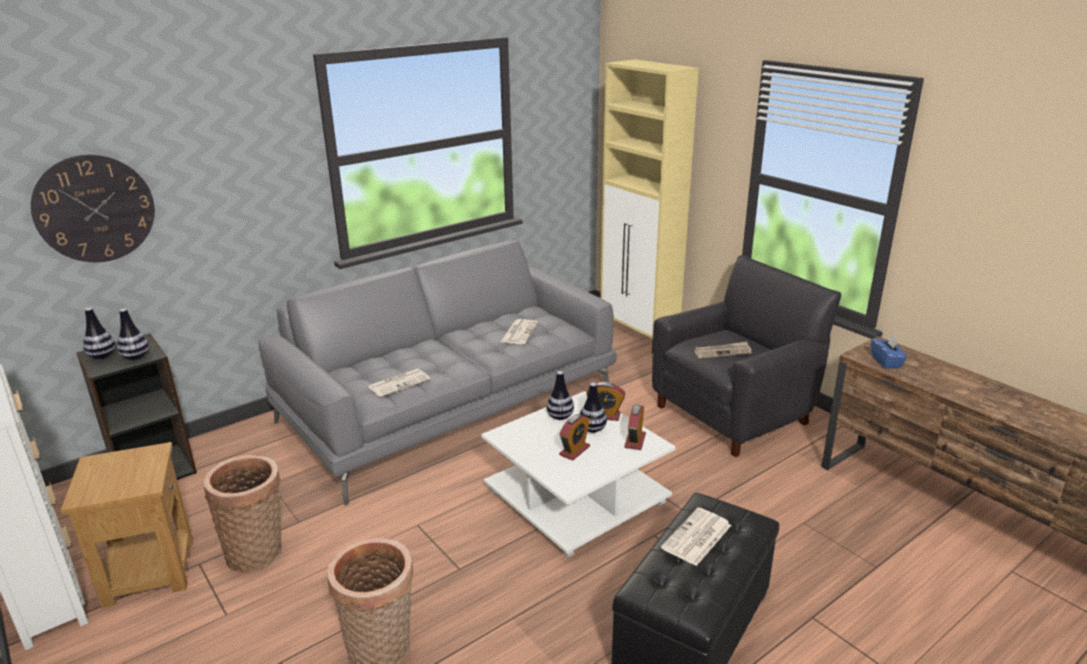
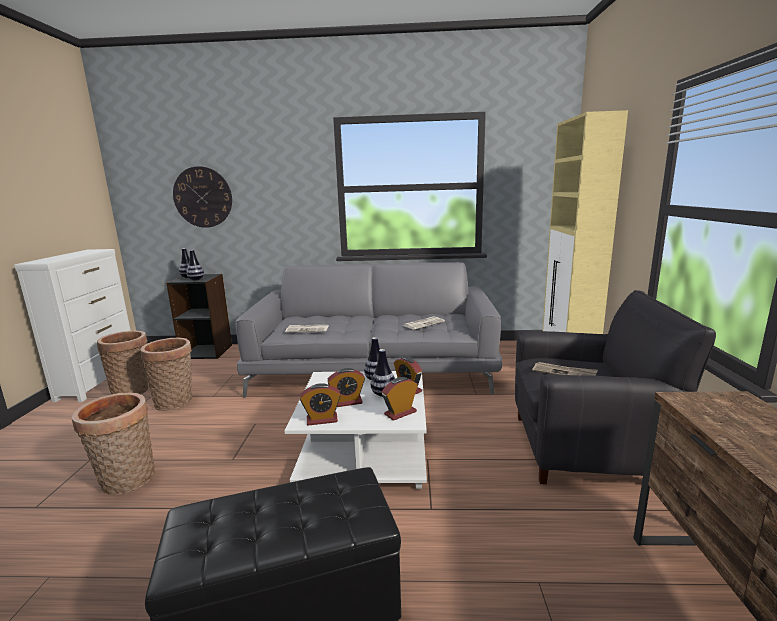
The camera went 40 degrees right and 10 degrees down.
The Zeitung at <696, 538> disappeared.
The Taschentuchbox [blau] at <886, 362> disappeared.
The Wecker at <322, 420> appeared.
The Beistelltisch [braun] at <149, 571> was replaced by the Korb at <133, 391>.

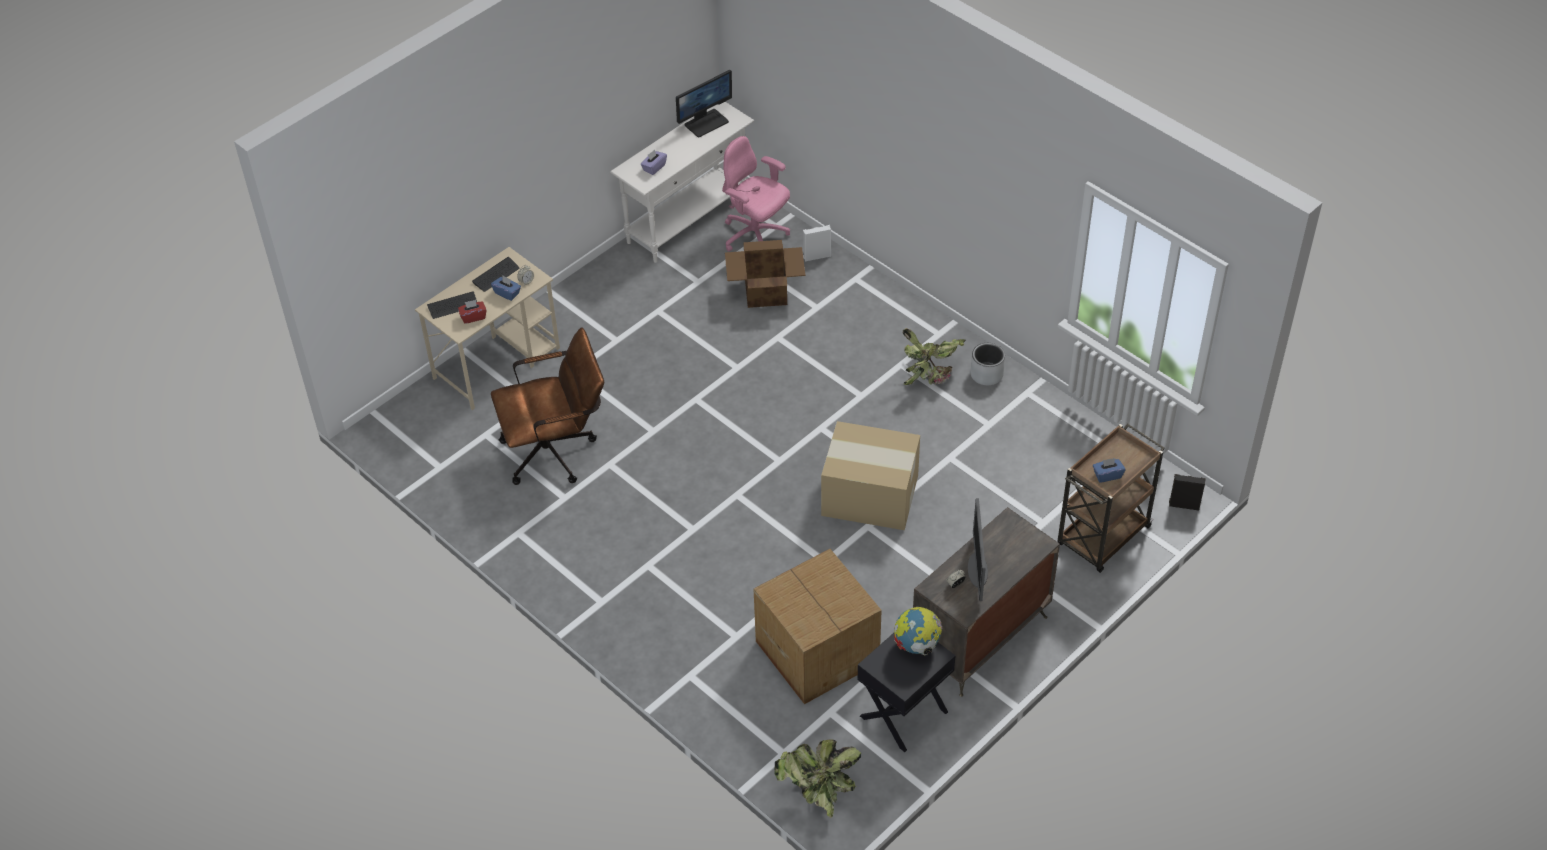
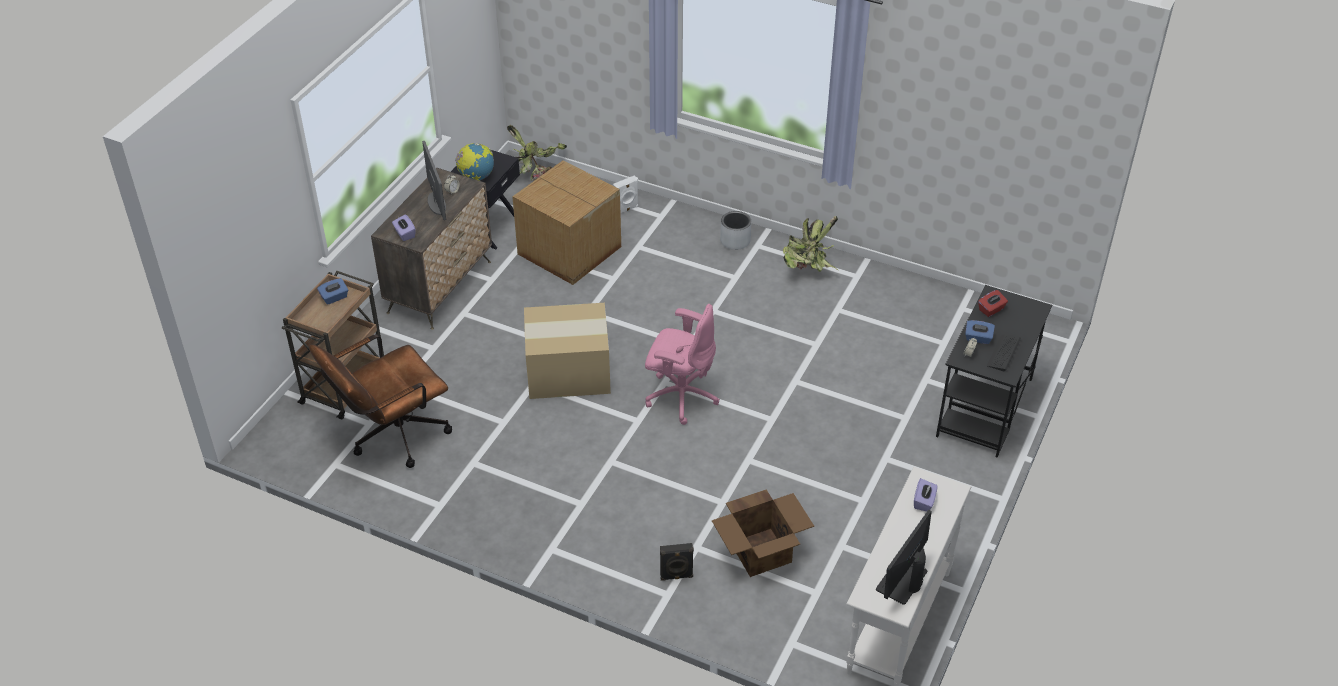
The camera went 160 degrees right and 5 degrees down.
The Tastatur at <453, 306> disappeared.
The Taschentuchbox [lila] at <404, 234> appeared.
The Bürostuhl [braun] moved from <557, 451> to <391, 436>.
The Bürostuhl [rosa] moved from <755, 236> to <680, 396>.
The Lautsprecher [weiß] moved from <816, 256> to <626, 209>.
The Topfpflanze moved from <930, 373> to <807, 270>.
The Pflanzkübel [grau] moved from <987, 374> to <735, 241>.
The Lautsprecher [schwarz] moved from <1184, 504> to <676, 576>.
The Schreibtisch [beige] at <497, 362> became the Schreibtisch [schwarz] at <984, 408>.

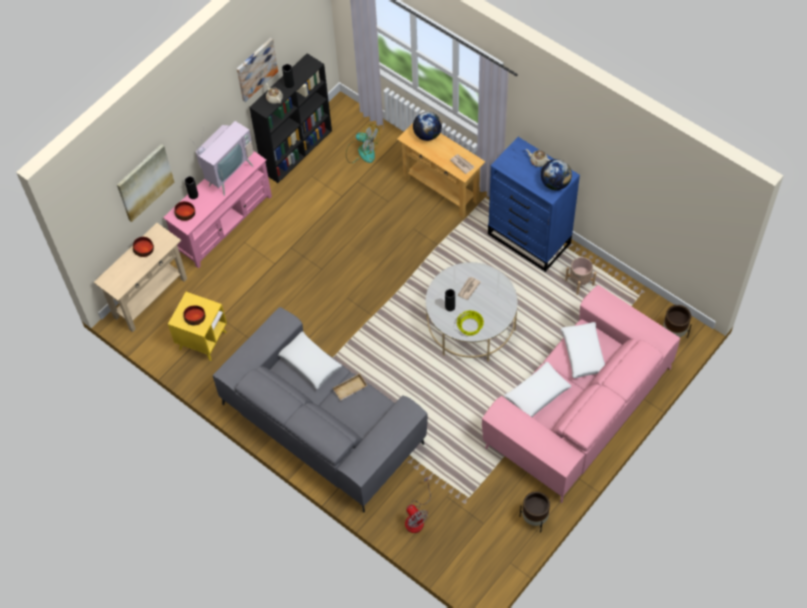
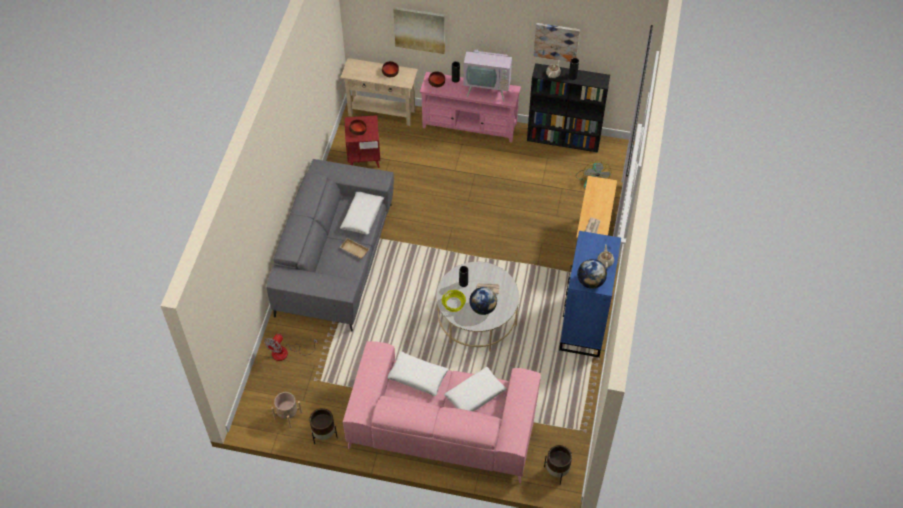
The camera went 60 degrees right and 5 degrees down.
The Globus moved from <427, 134> to <483, 308>.
The Pflanzkübel [beige] moved from <579, 282> to <288, 415>.
The Beistelltisch [gelb] at <203, 340> became the Beistelltisch [rot] at <364, 158>.

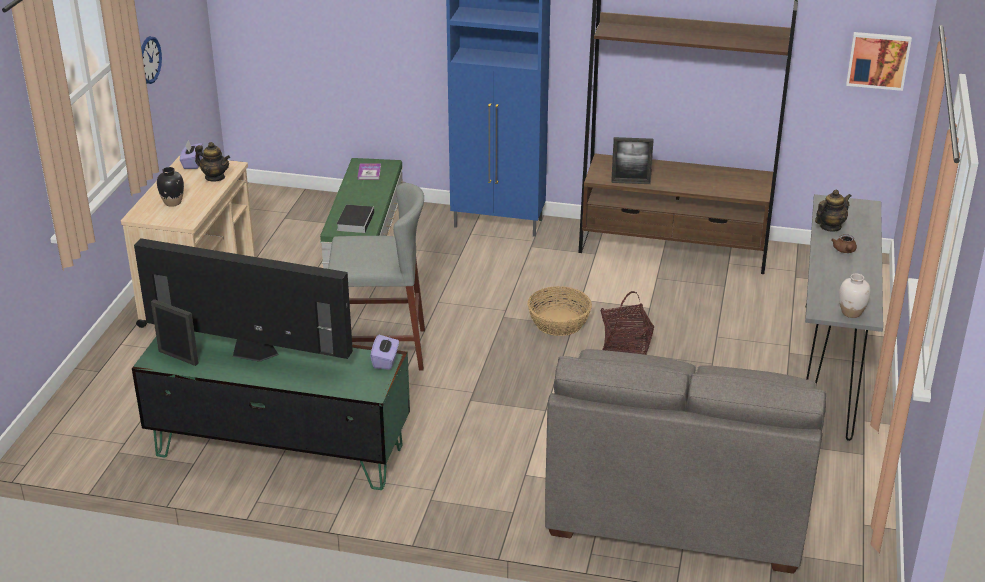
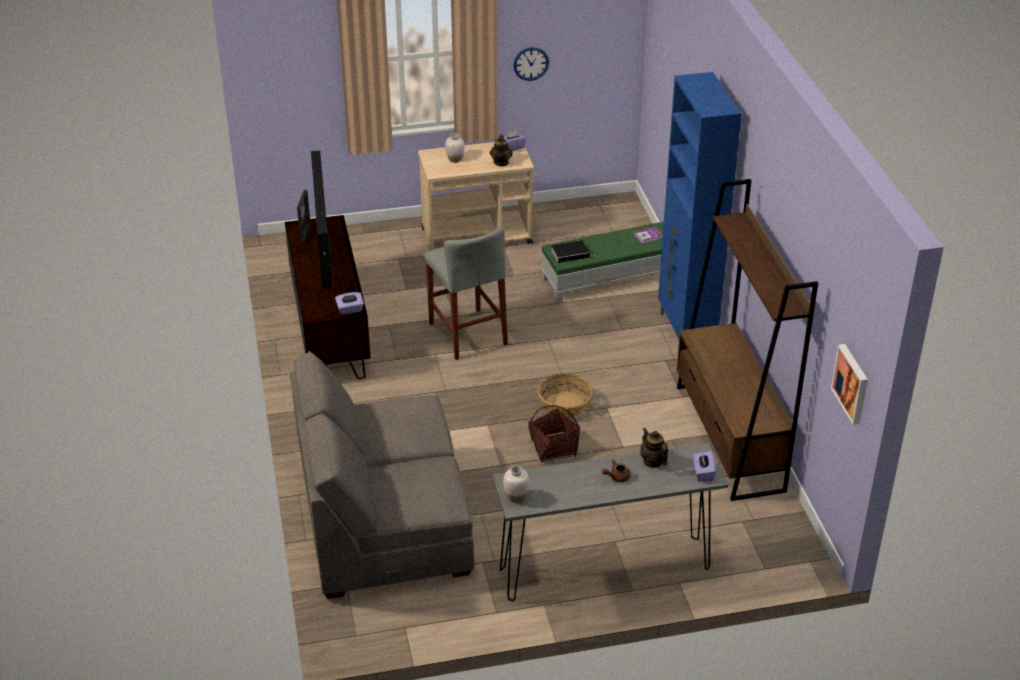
The camera went 65 degrees right and 5 degrees up.
The Bilderrahmen at <630, 182> disappeared.
The Taschentuchbox [lila] at <703, 473> appeared.
The Fernsehschrank [grün] at <279, 449> became the Fernsehschrank [braun] at <330, 330>.
The Vase [schwarz] at <173, 202> became the Vase [weiß] at <455, 159>.
The Teekanne at <830, 227> turned 150 degrees counterclockwise.

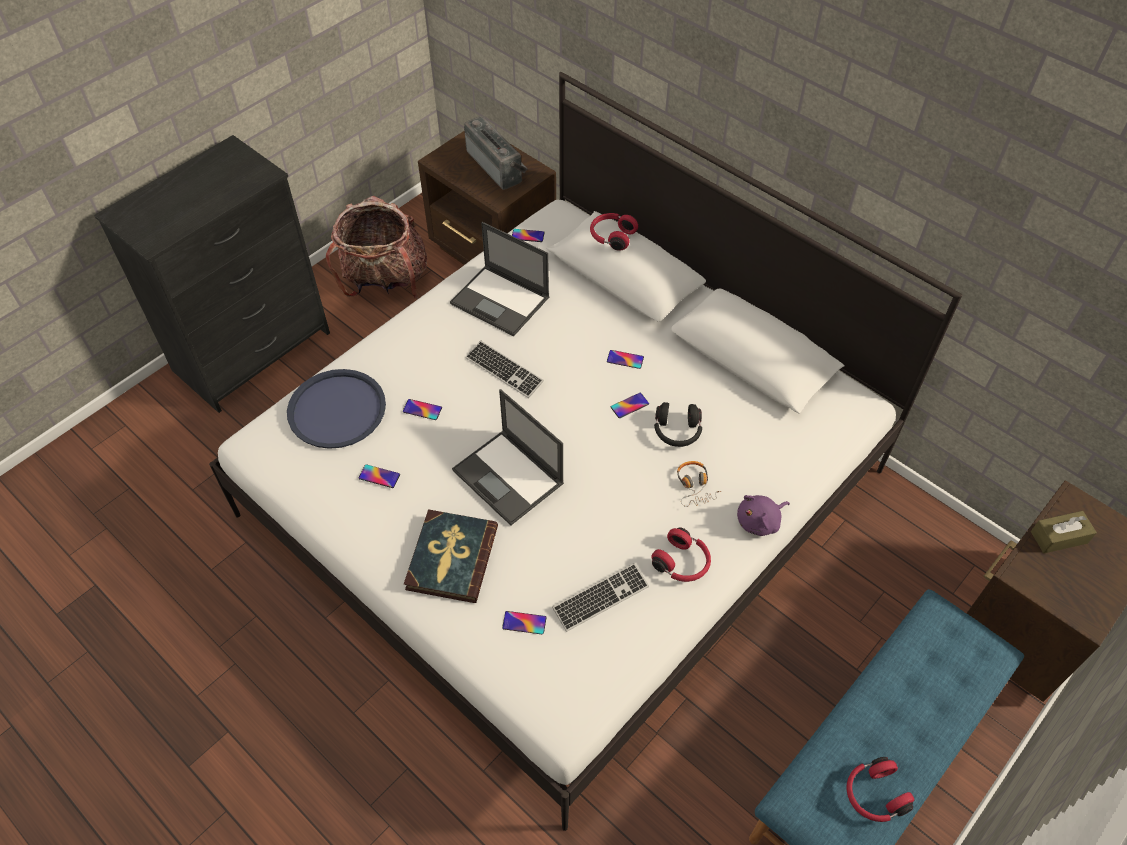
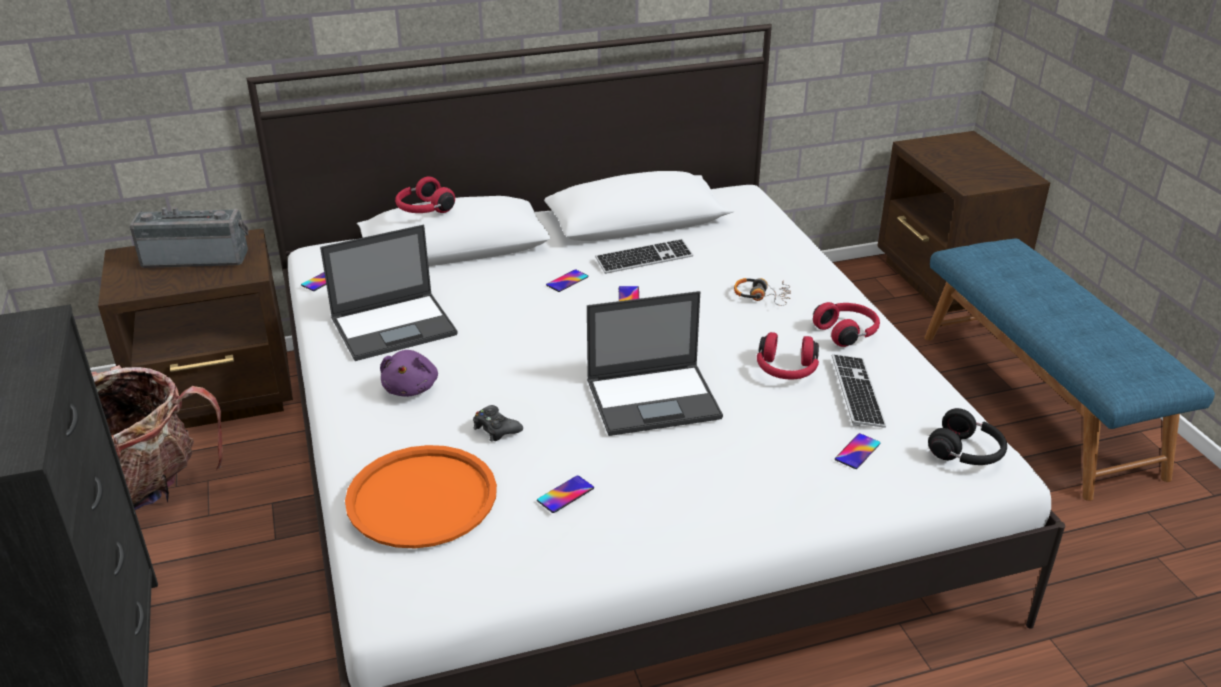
The camera went 60 degrees left and 20 degrees down.
The Buch at <451, 558> disappeared.
The Taschentuchbox [braun] at <1059, 537> disappeared.
The Tastatur moved from <504, 370> to <644, 259>.
The Kopfhörer [schwarz] moved from <677, 432> to <967, 453>.
The Plüschtier [lila] moved from <760, 521> to <411, 388>.
The Kopfhörer [rot] moved from <873, 795> to <786, 370>.
The Handy at <422, 410> was replaced by the Gamepad [schwarz] at <496, 428>.
The Tablett [blau] at <337, 410> became the Tablett [orange] at <422, 498>.

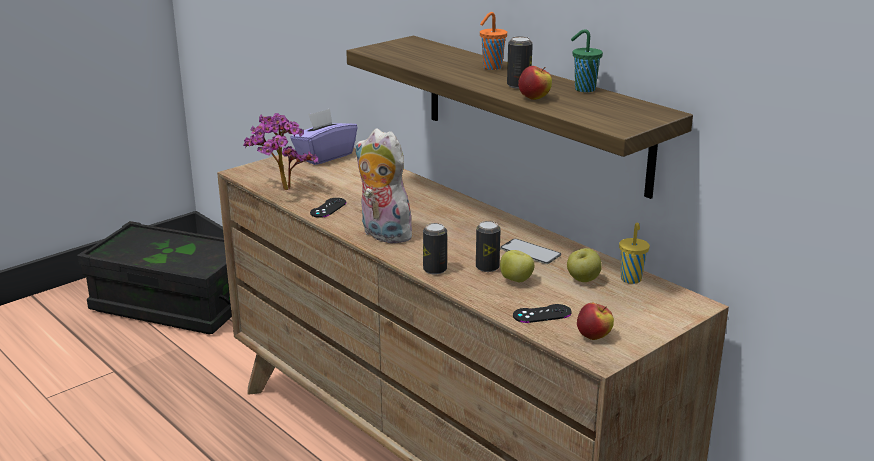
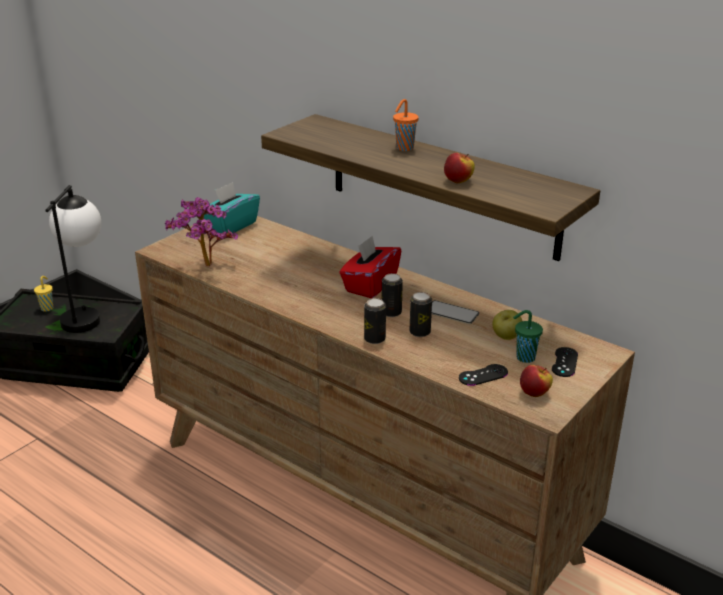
The camera went 10 degrees left and 5 degrees up.
The Plüschtier at <382, 234> disappeared.
The Apfel at <516, 280> disappeared.
The Tischlampe at <86, 314> appeared.
The Taschentuchbox [rot] at <370, 285> appeared.
The Gamepad [schwarz] moved from <328, 208> to <564, 362>.
The Dose moved from <518, 85> to <391, 312>.
The Tasse [grün] moved from <583, 89> to <524, 357>.
The Tasse [gelb] moved from <631, 278> to <47, 308>.
The Taschentuchbox [lila] at <324, 156> became the Taschentuchbox [türkis] at <230, 226>.

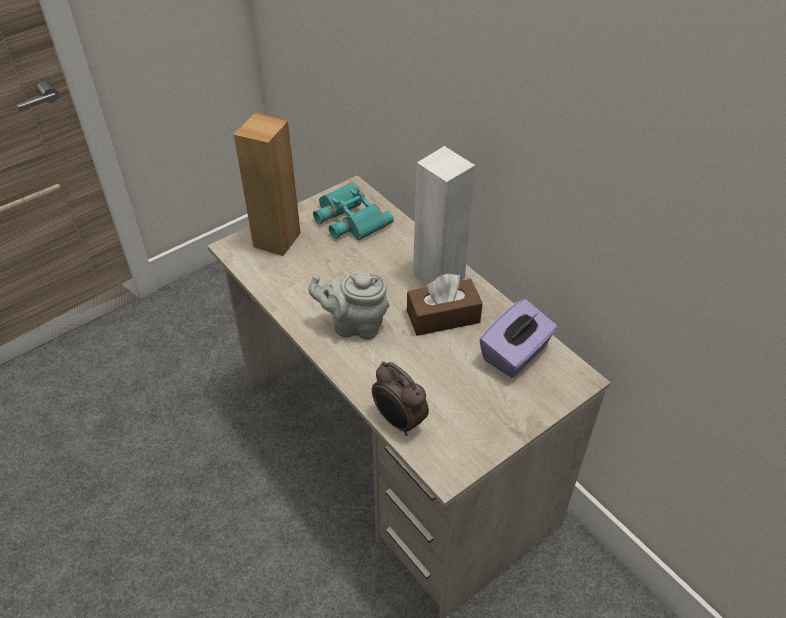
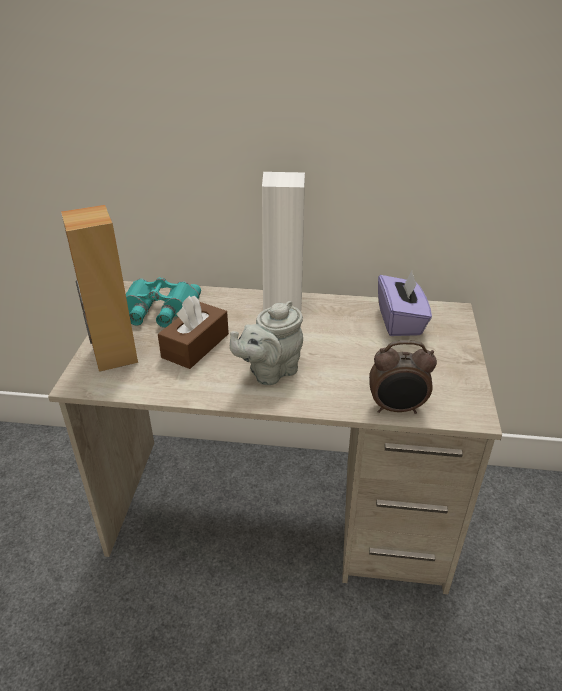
The camera went 45 degrees left and 10 degrees down.
The Taschentuchbox [braun] moved from <443, 317> to <195, 345>.

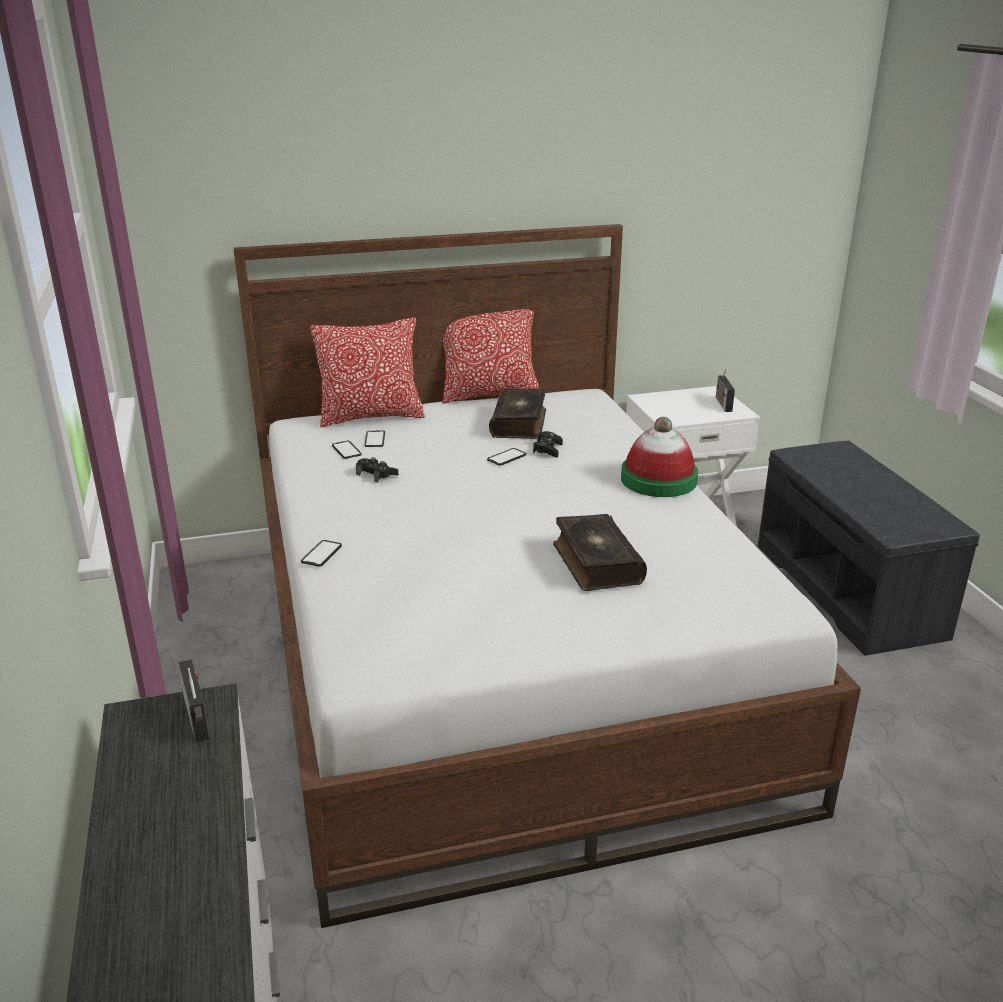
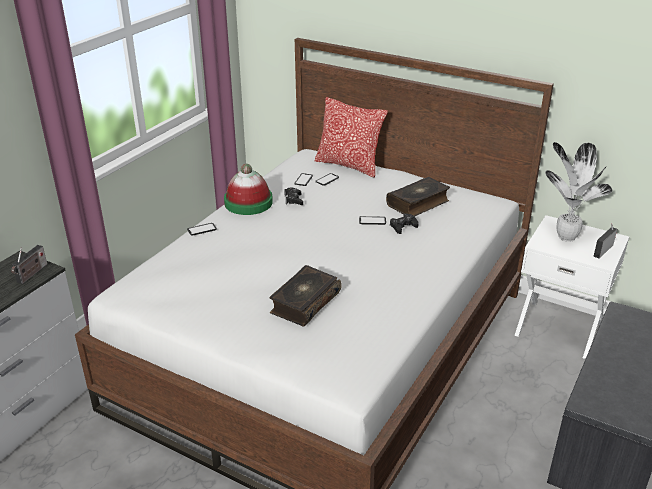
The camera went 45 degrees right and 5 degrees up.
The Kissen at <489, 395> disappeared.
The Topfpflanze at <564, 237> appeared.
The Hut moved from <658, 479> to <248, 202>.

